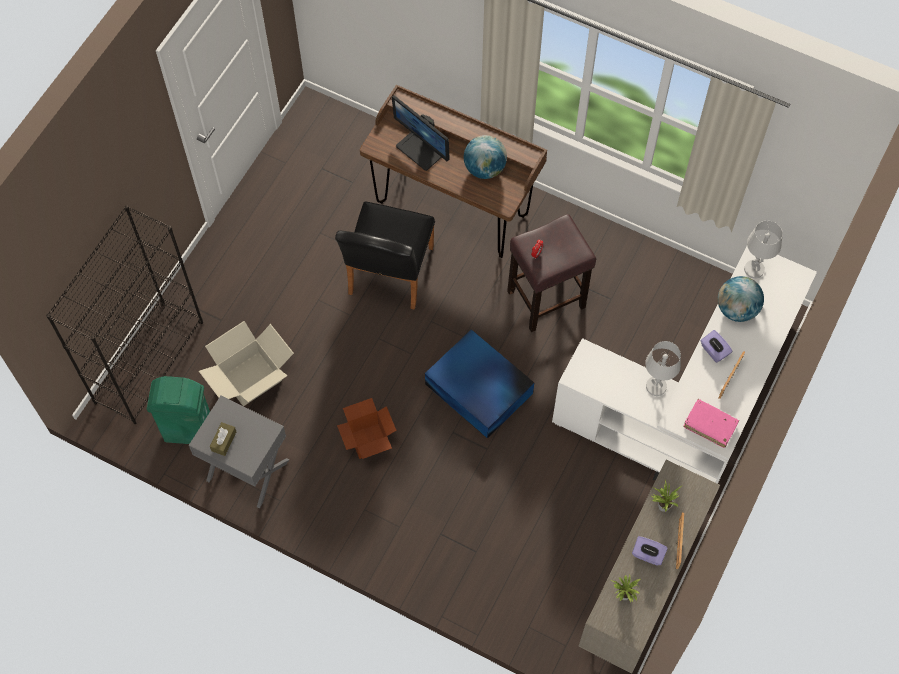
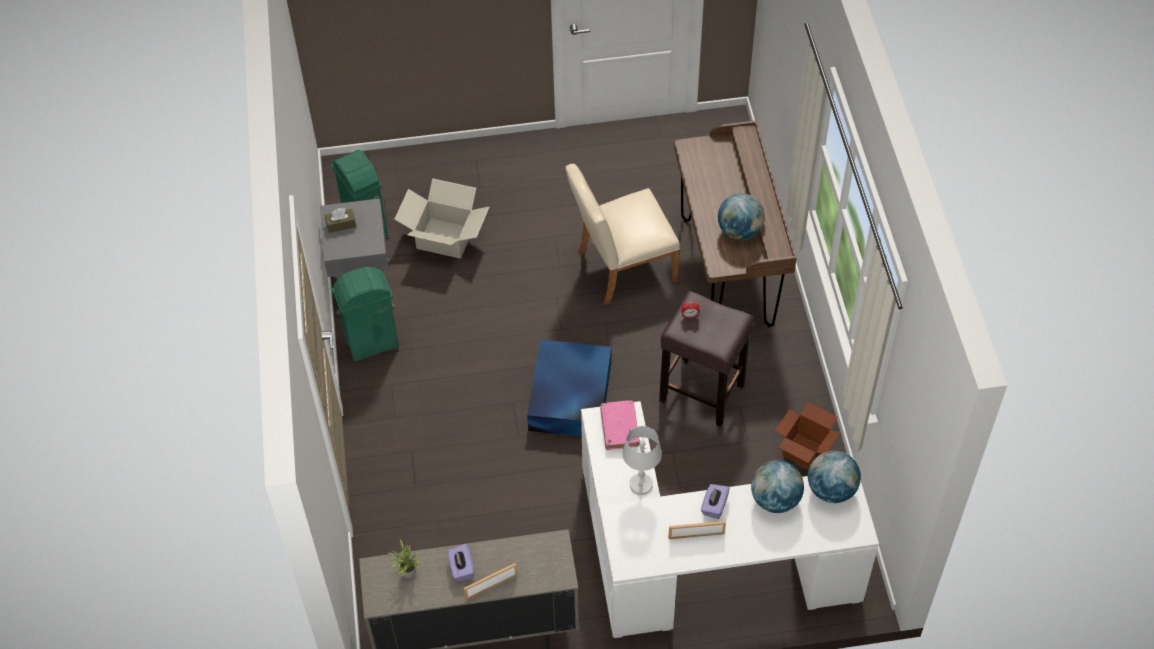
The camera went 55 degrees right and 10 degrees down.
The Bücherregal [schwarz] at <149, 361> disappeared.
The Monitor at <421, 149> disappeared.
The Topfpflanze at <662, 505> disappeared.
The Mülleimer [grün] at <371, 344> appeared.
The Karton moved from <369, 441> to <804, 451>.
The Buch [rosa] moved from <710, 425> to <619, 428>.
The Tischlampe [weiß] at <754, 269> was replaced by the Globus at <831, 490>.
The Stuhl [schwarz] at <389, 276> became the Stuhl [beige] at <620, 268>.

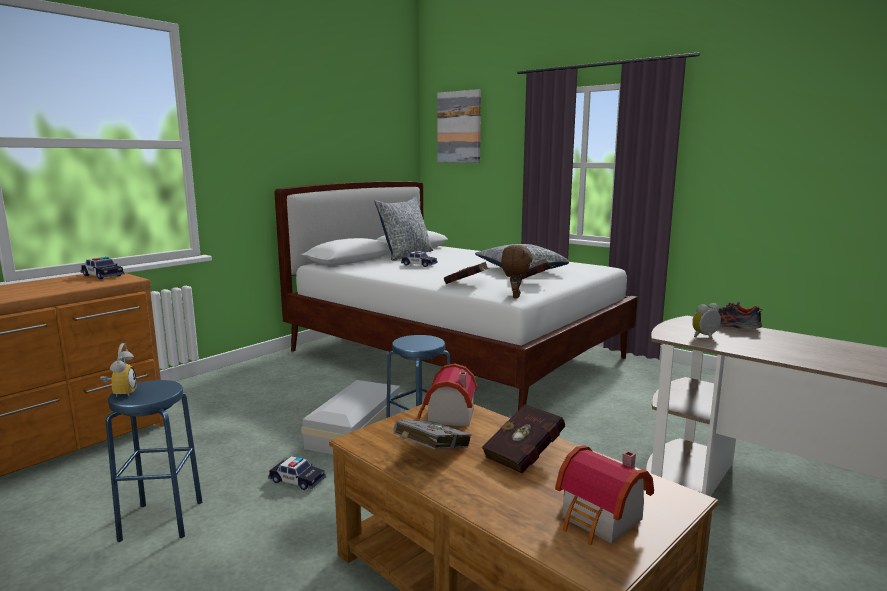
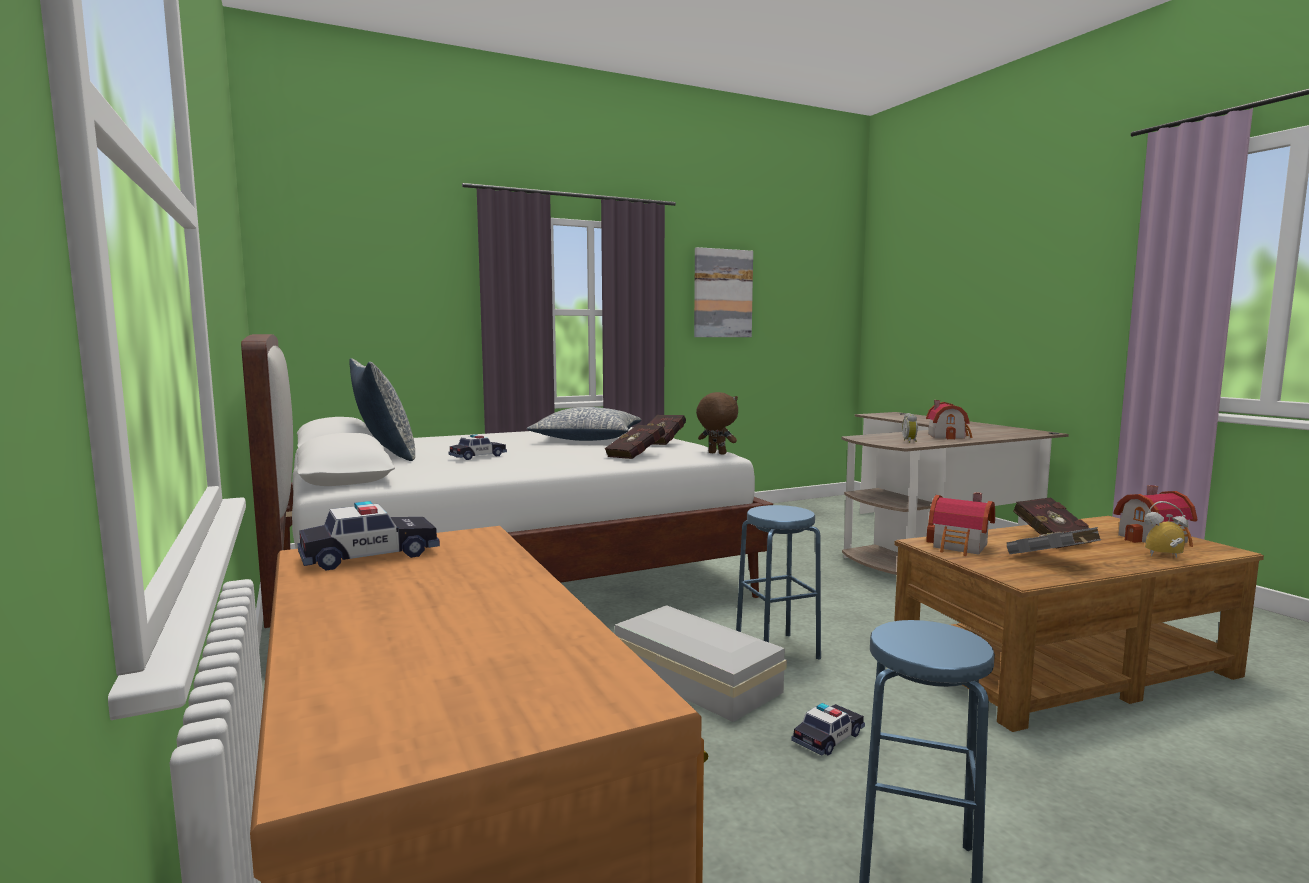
The camera went 65 degrees left and 5 degrees down.
The Schuh at <726, 325> disappeared.
The Spielzeughaus at <948, 436> appeared.
The Wecker moved from <121, 393> to <1164, 556>.
The Bild moved from <459, 127> to <722, 293>.

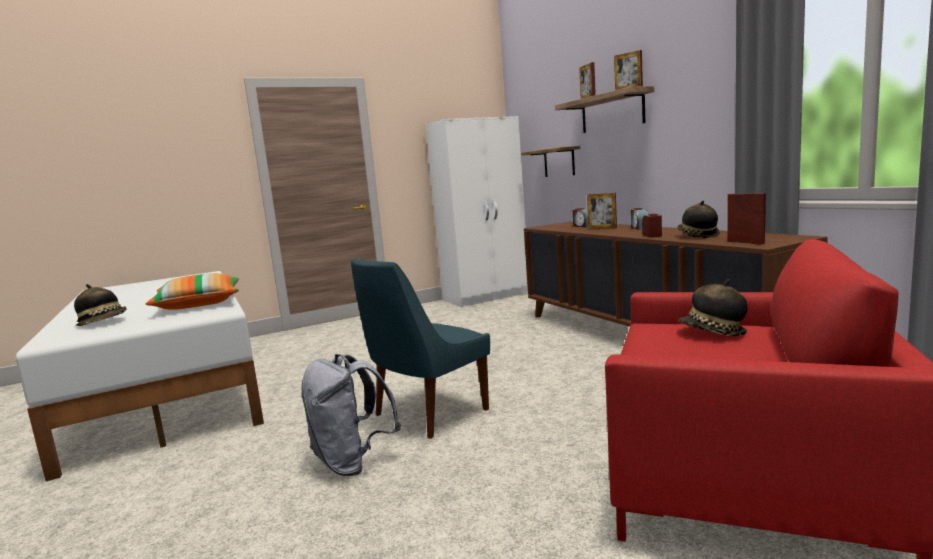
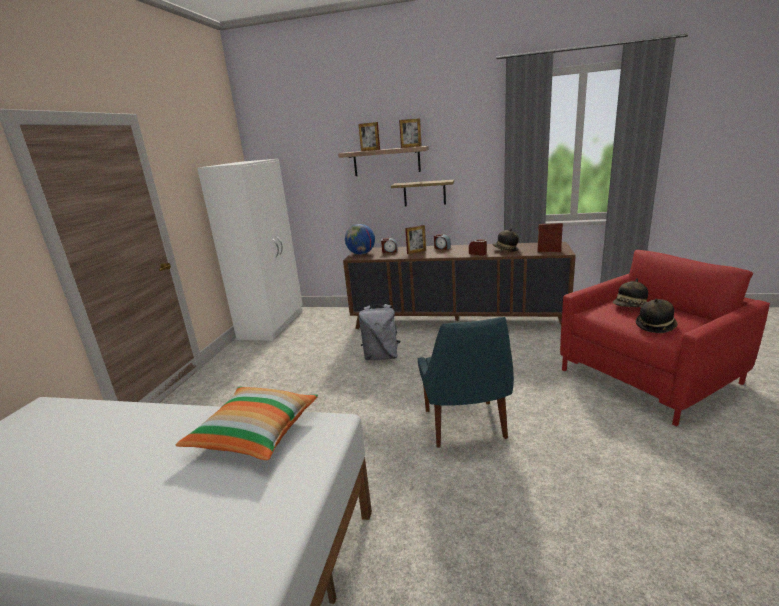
The camera went 50 degrees left and 10 degrees up.
The Globus at <361, 254> appeared.
The Hut moved from <104, 322> to <655, 326>.
The Rucksack [grau] moved from <352, 462> to <381, 356>.
The Wandregal moved from <559, 162> to <424, 193>.

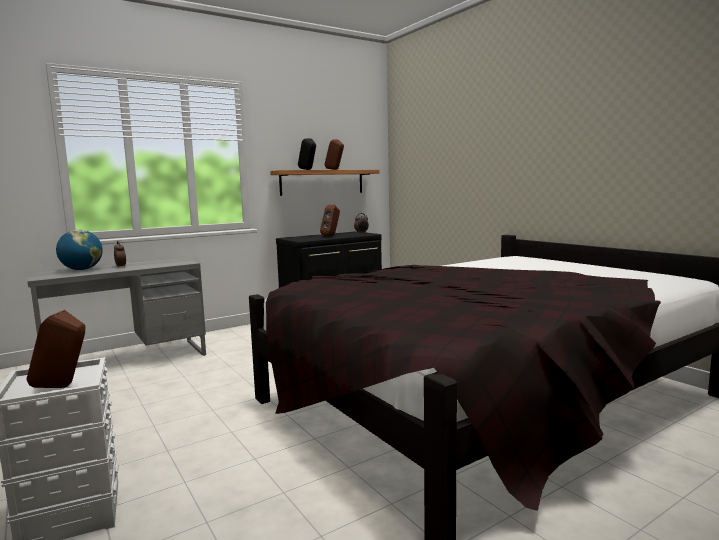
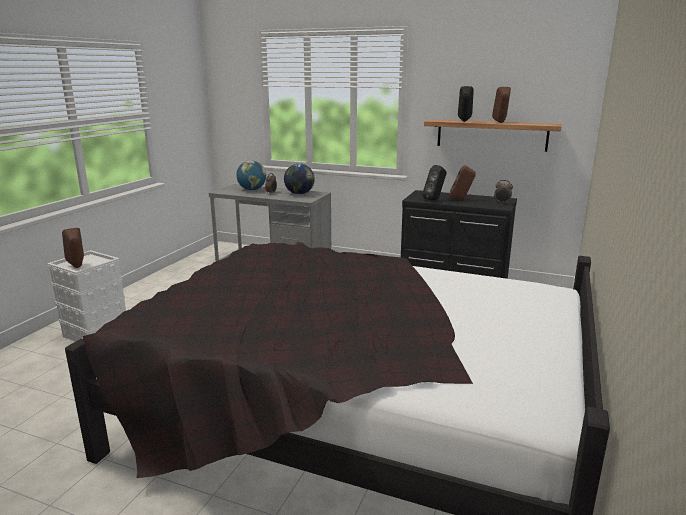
The camera went 55 degrees right and 10 degrees up.
The Globus at <299, 194> appeared.
The Lautsprecher [schwarz] at <434, 199> appeared.

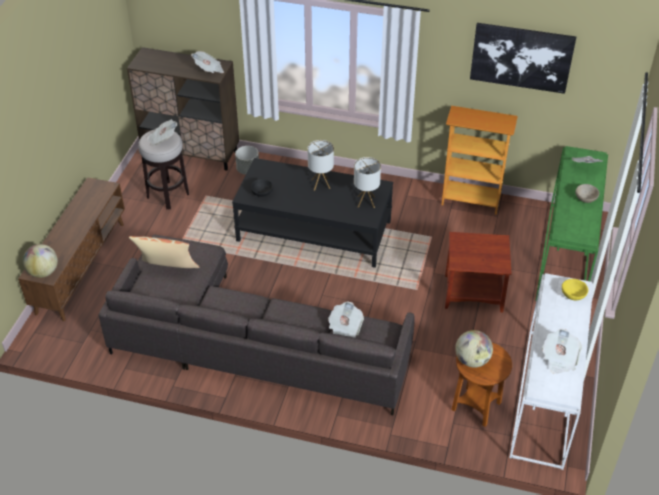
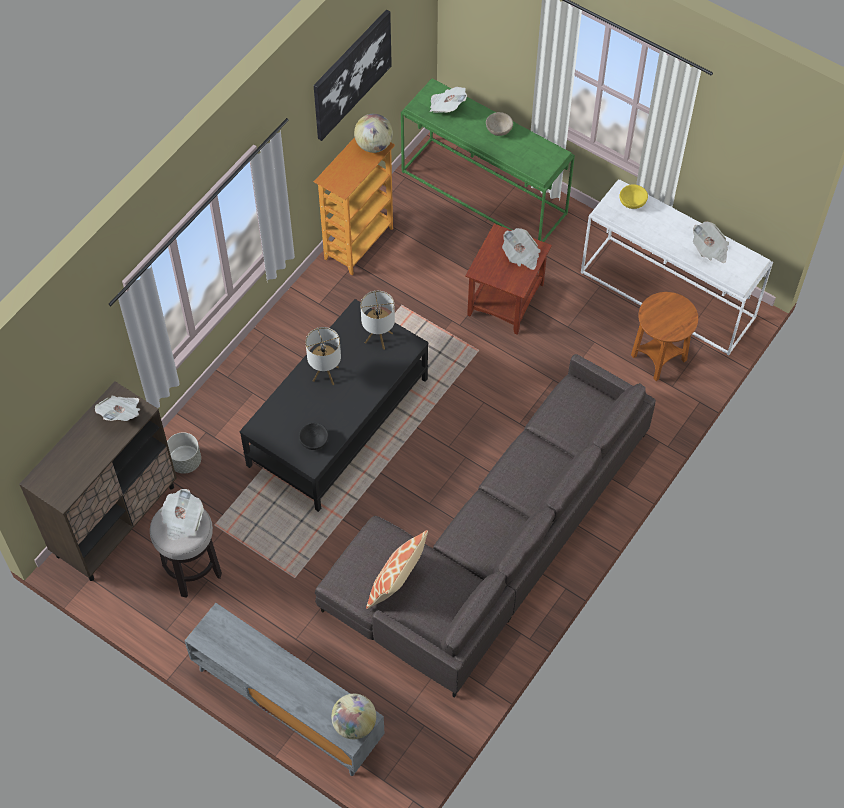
The camera went 70 degrees left and 15 degrees up.
The Zeitung moved from <344, 329> to <521, 256>.
The Globus moved from <472, 360> to <374, 145>.
The Fernsehschrank [braun] at <81, 267> became the Fernsehschrank [grau] at <286, 705>.

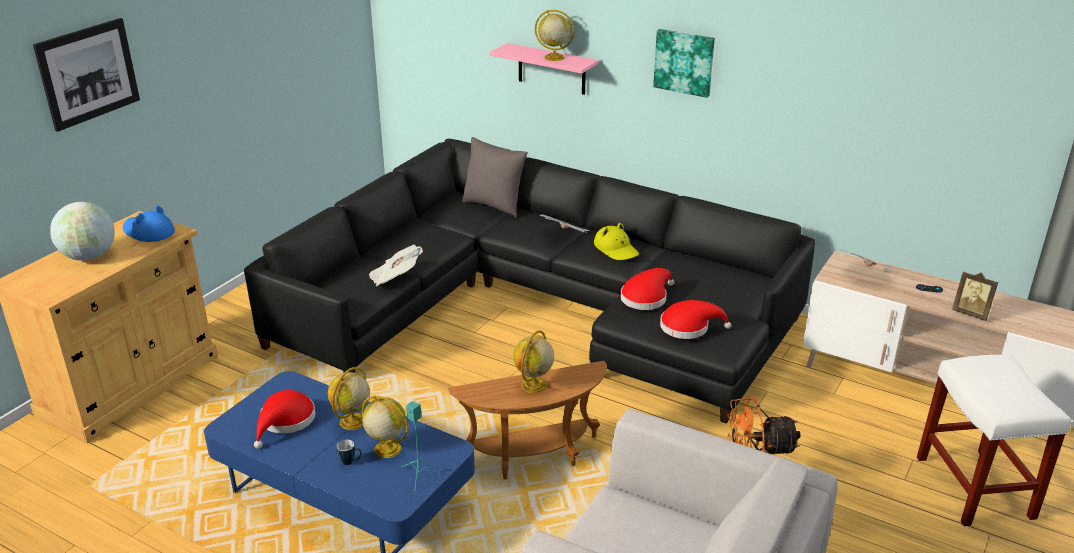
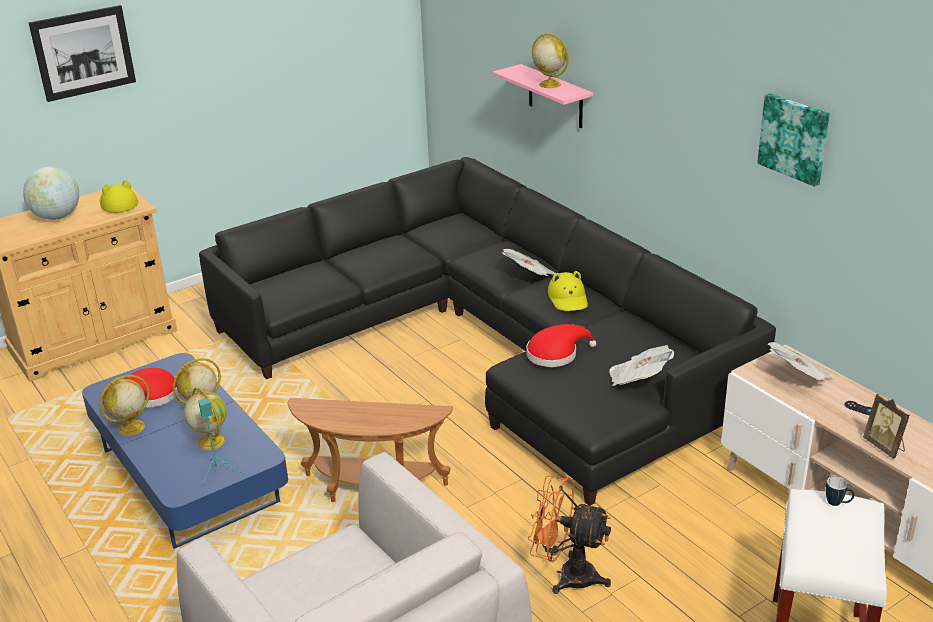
The camera went 25 degrees right and 0 degrees up.
The Kissen [grau] at <494, 205> disappeared.
The Hut [rot] at <688, 327> disappeared.
The Henkelbecher moved from <350, 462> to <837, 503>.
The Zeitung moved from <395, 278> to <638, 379>.
The Globus moved from <533, 386> to <130, 428>.
The Bild moved from <684, 62> to <794, 138>.
The Hut [blau] at <148, 232> became the Hut [gelb] at <118, 203>.

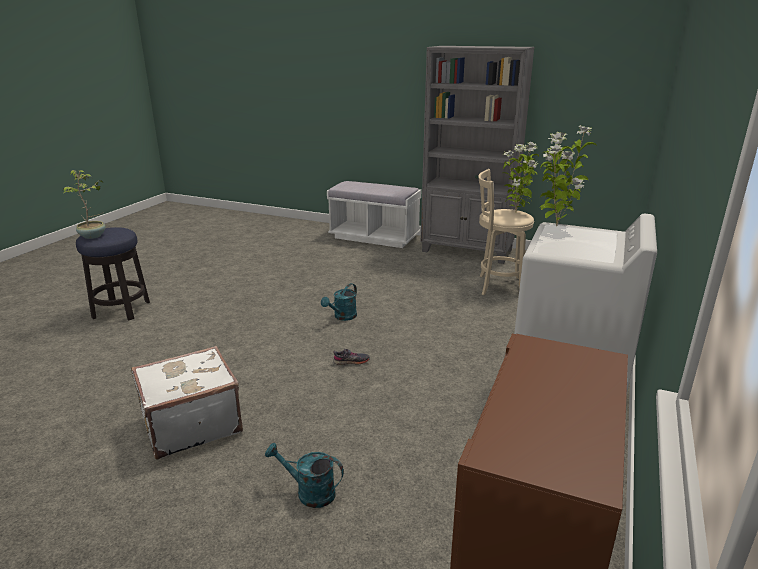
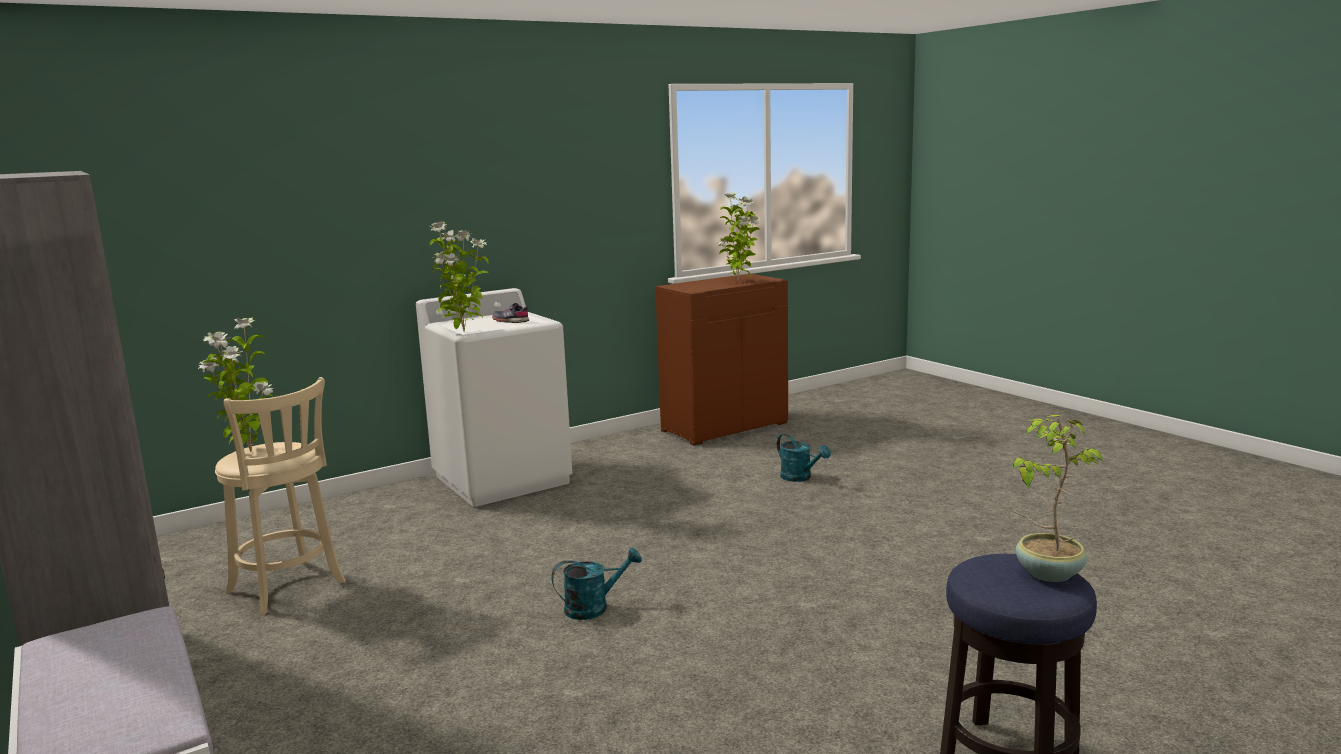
The camera went 145 degrees left and 10 degrees down.
The Koffer [weiß] at <190, 424> disappeared.
The Topfpflanze at <739, 282> appeared.
The Schuh [grau] moved from <351, 362> to <511, 321>.

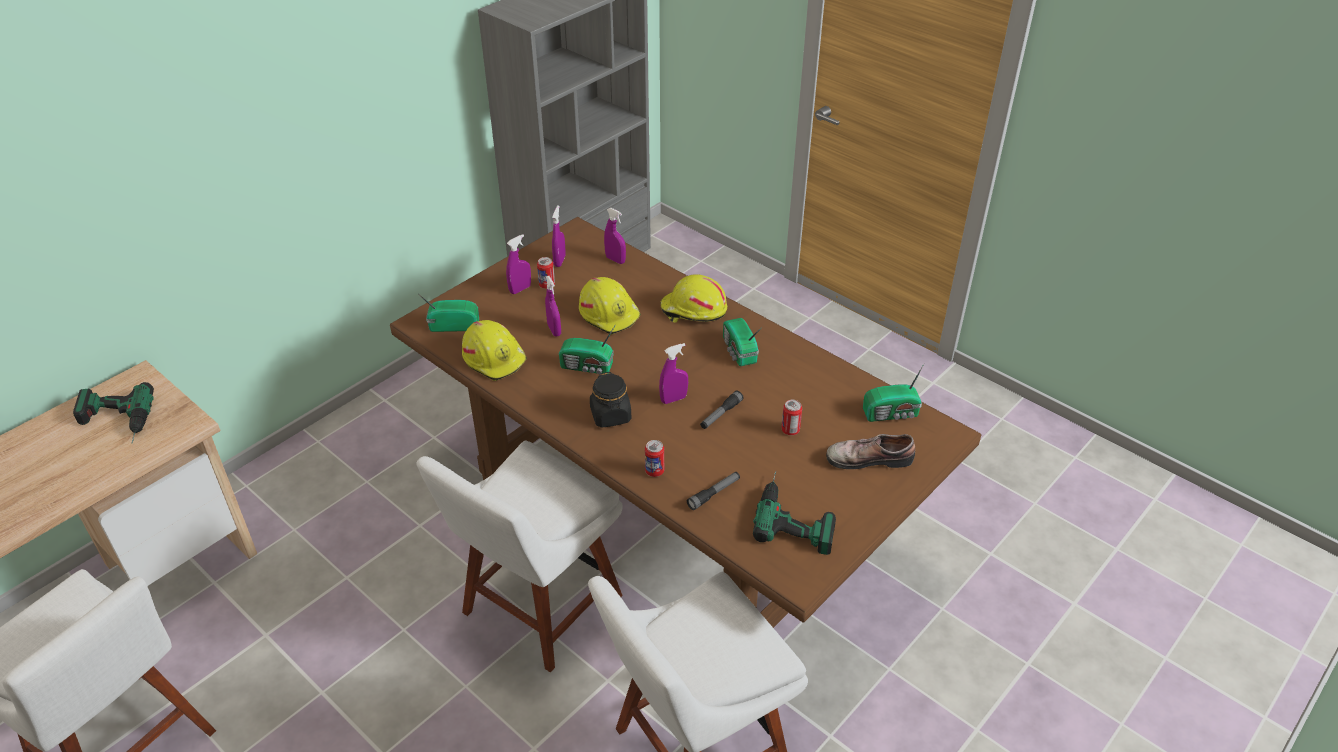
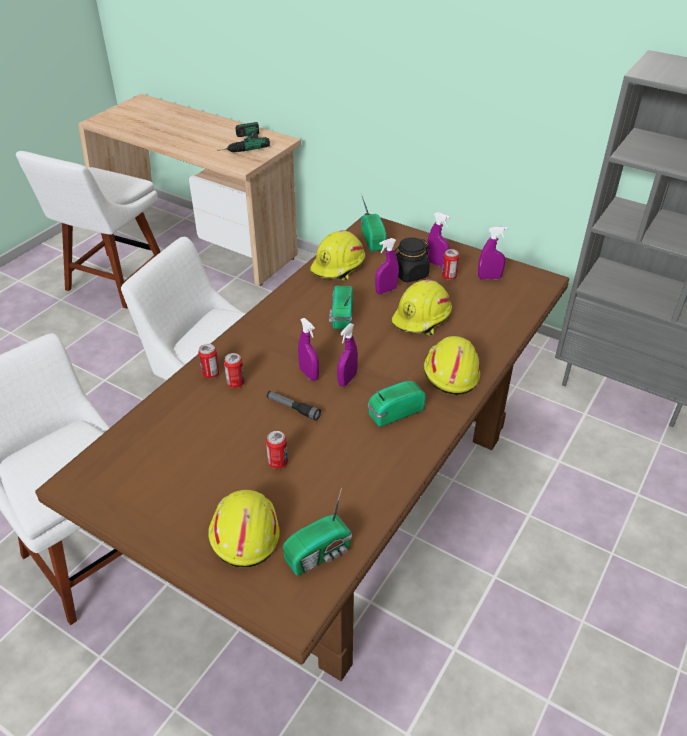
The camera went 80 degrees right and 0 degrees up.
The Taschenlampe at <714, 494> disappeared.
The Bohrmaschine at <796, 514> disappeared.
The Dose at <235, 383> appeared.
The Vorratsglas [schwarz] moved from <611, 415> to <410, 274>.
The Sprühflasche [lila] moved from <615, 260> to <347, 380>.
The Schuh at <868, 457> was replaced by the Schutzhelm [gelb] at <243, 532>.
The Radio at <892, 414> turned 105 degrees counterclockwise.

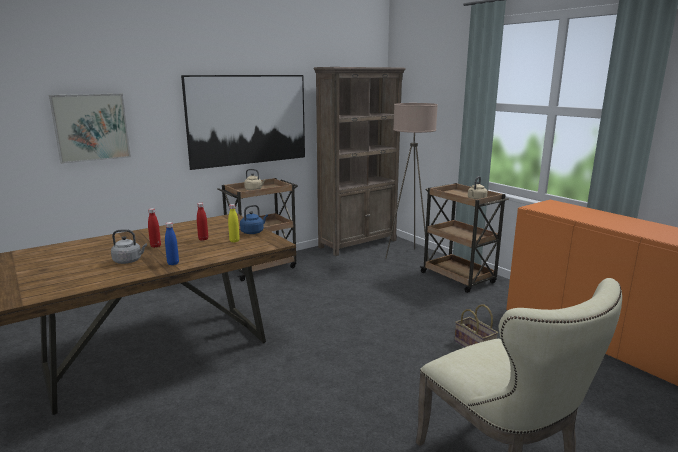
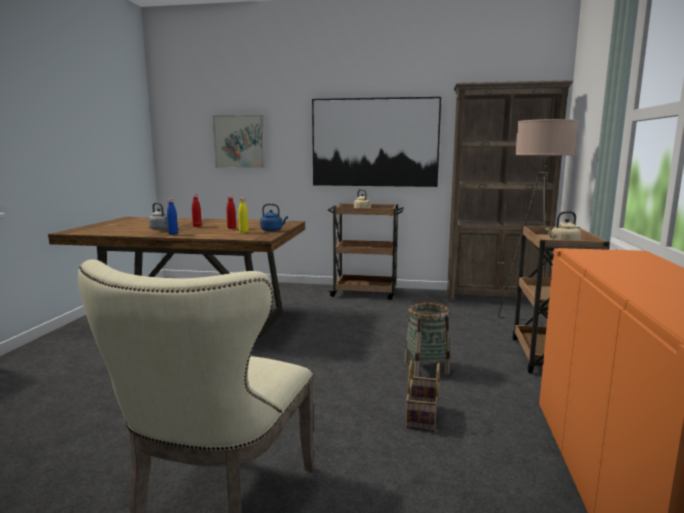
The camera went 45 degrees right and 5 degrees down.
The Korb at <426, 367> appeared.

